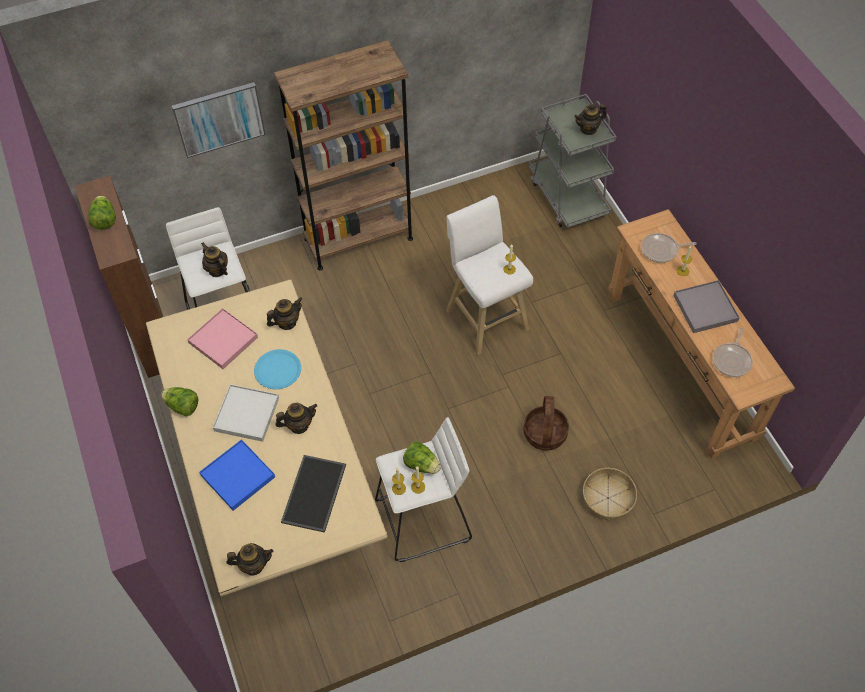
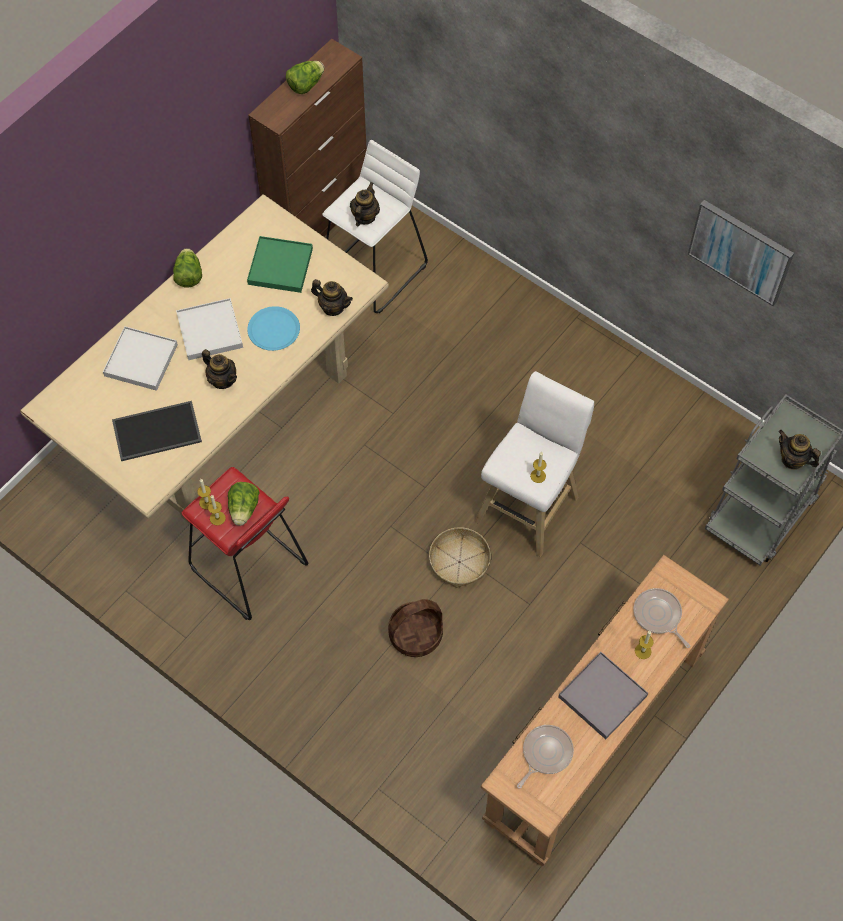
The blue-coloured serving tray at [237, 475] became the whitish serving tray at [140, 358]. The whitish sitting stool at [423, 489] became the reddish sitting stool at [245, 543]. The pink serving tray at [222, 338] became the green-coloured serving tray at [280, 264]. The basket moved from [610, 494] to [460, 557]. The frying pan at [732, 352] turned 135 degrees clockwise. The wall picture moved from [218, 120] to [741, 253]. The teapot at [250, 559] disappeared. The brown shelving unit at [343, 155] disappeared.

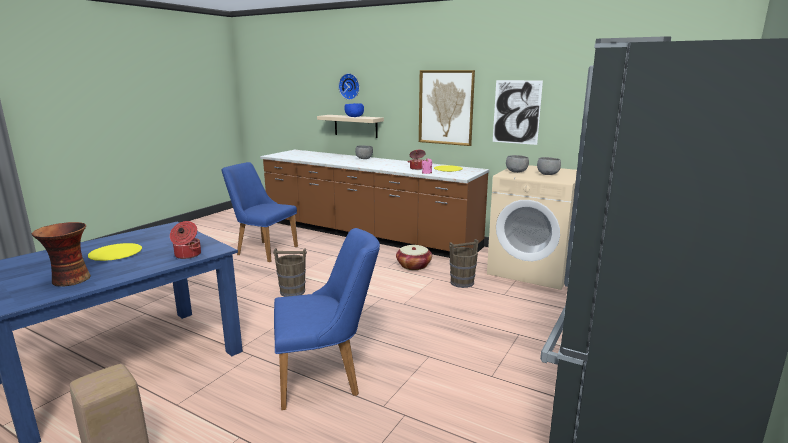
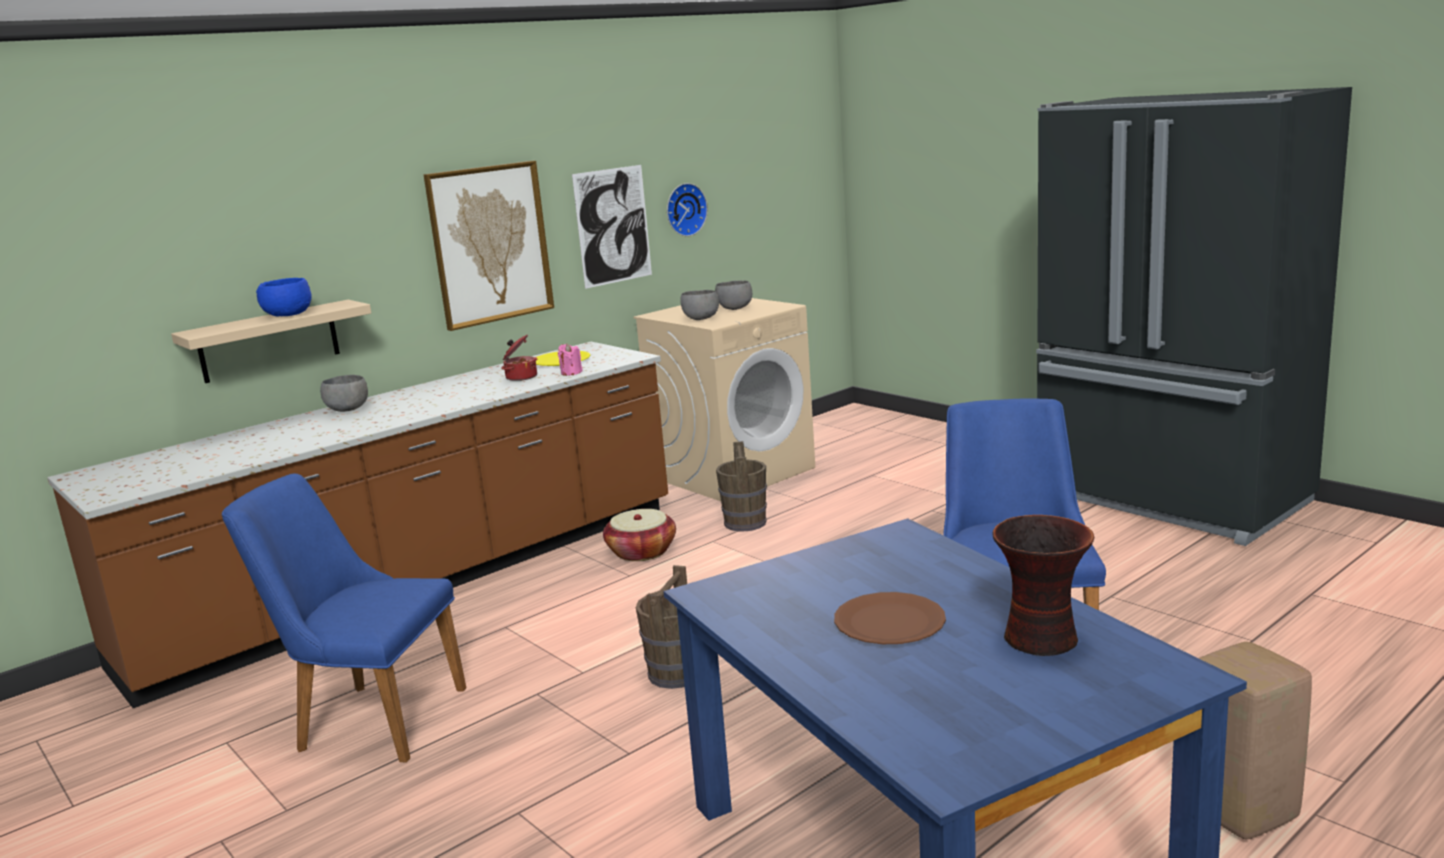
The blue-coloured upright chair at [259, 212] turned 60 degrees clockwise. The hanging clock moved from [349, 86] to [687, 210]. The yellow-coloured plate at [115, 252] became the brown plate at [890, 618]. The saucepot at [185, 240] disappeared.

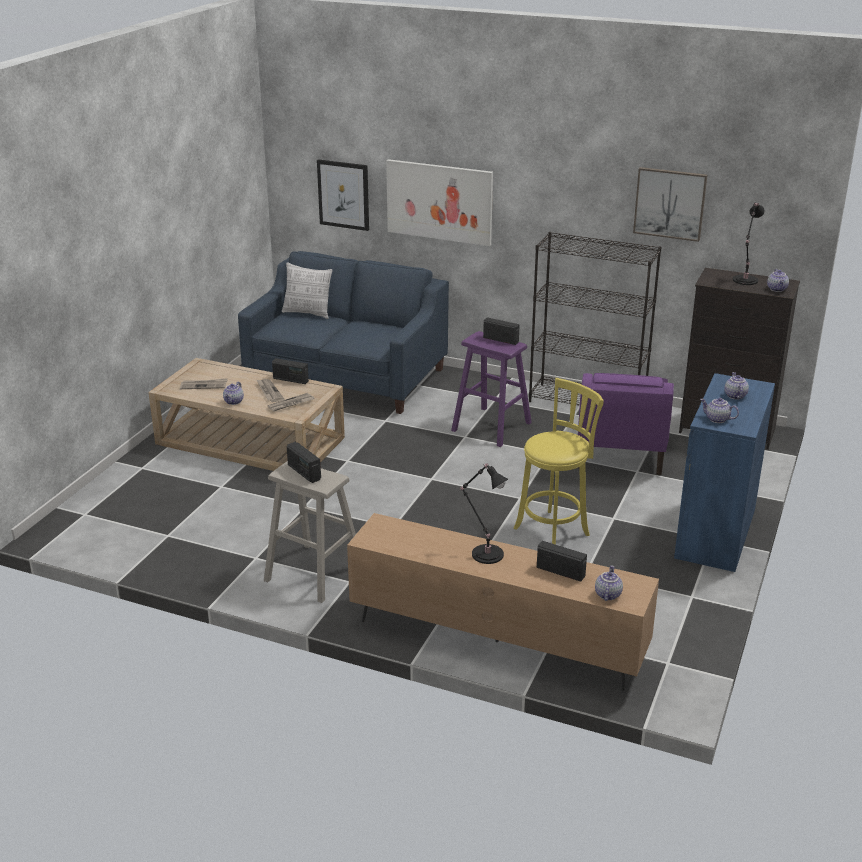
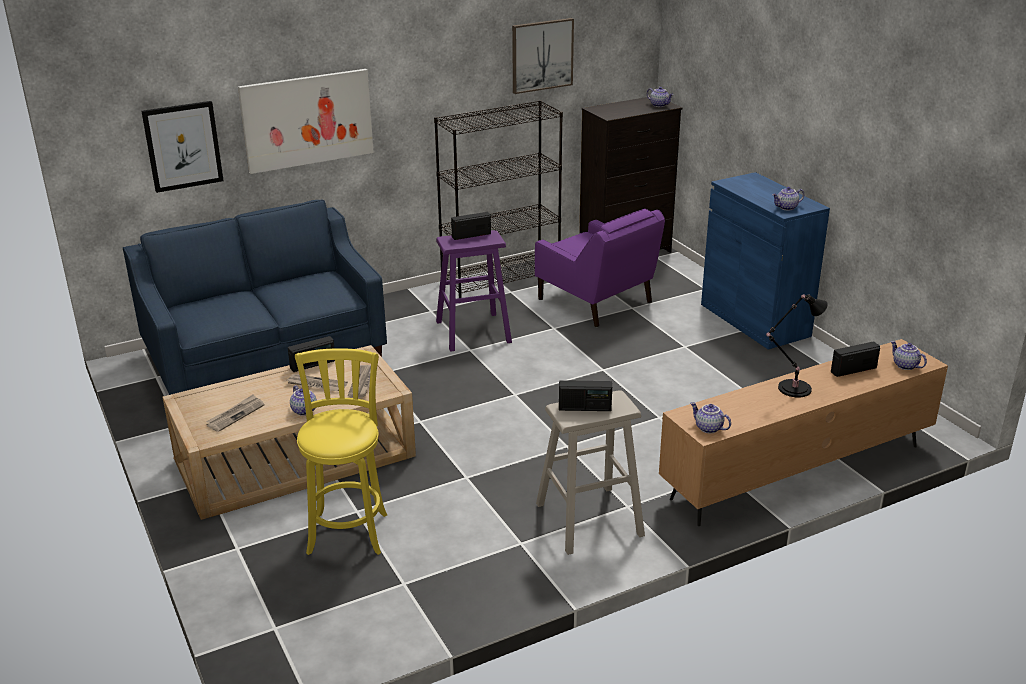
The yellow-coloured sitting stool moved from [559, 461] to [341, 452]. The teapot moved from [736, 385] to [710, 417]. The throw pillow at [307, 290] disappeared. The blackish tabletop lamp at [748, 243] disappeared.

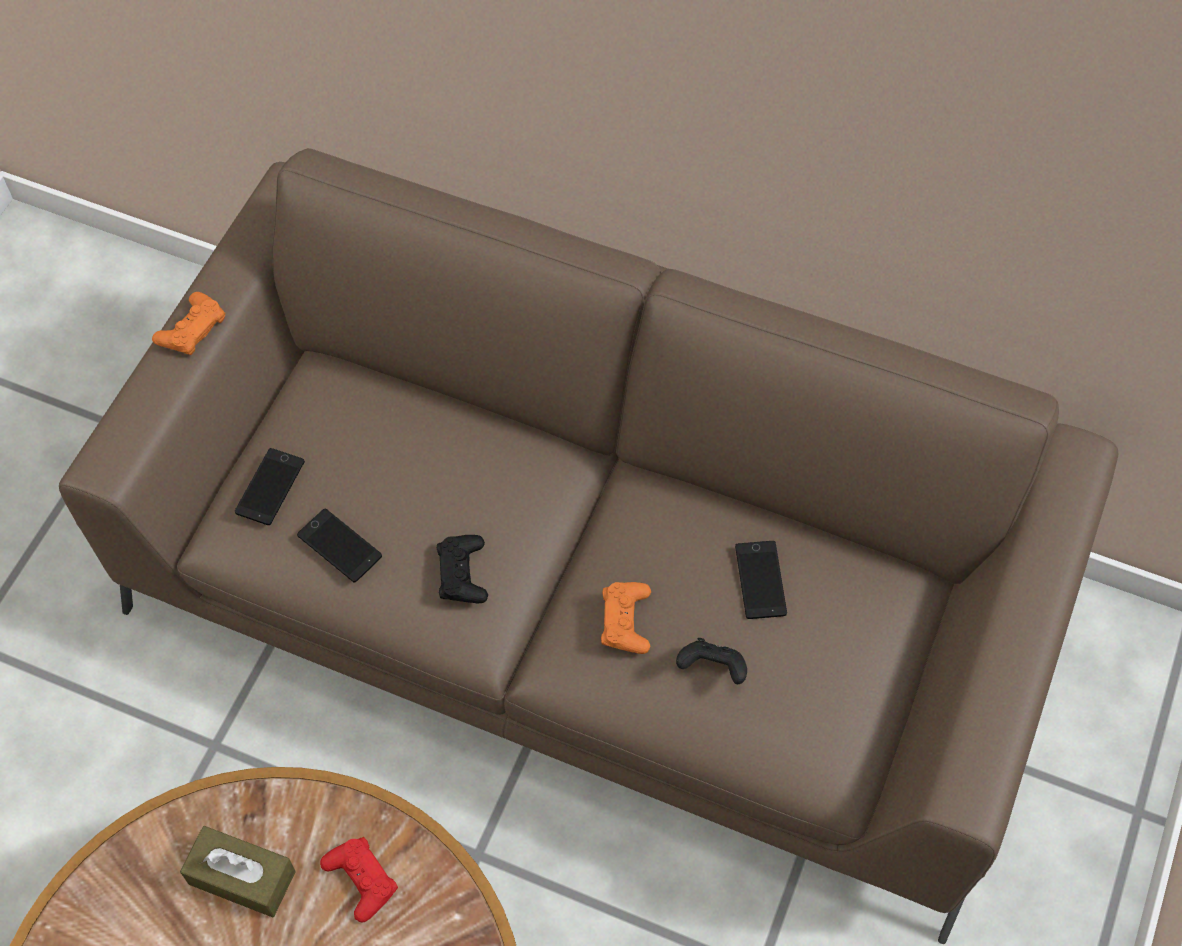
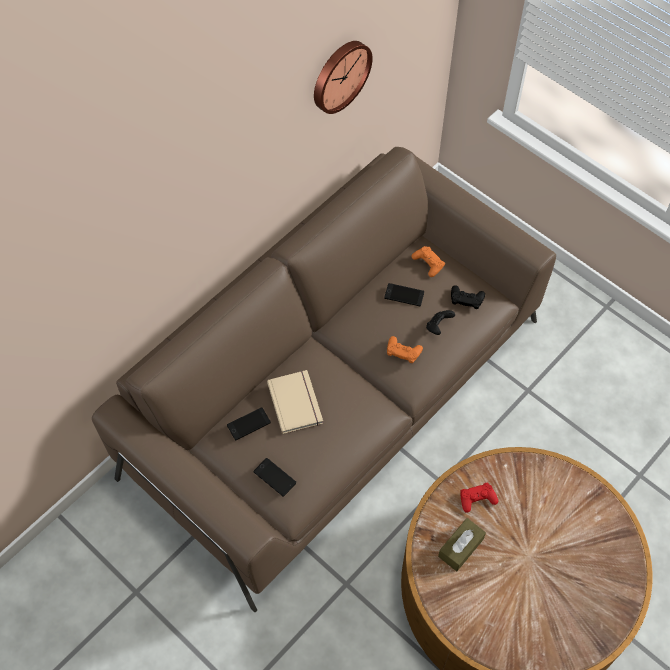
The telephone moved from [339, 545] to [249, 423]. The sand-coloured bound book at [295, 402] appeared. The hanging clock at [343, 77] appeared. The orangey joypad moved from [189, 323] to [428, 261]. The blackish joypad moved from [462, 569] to [468, 297].

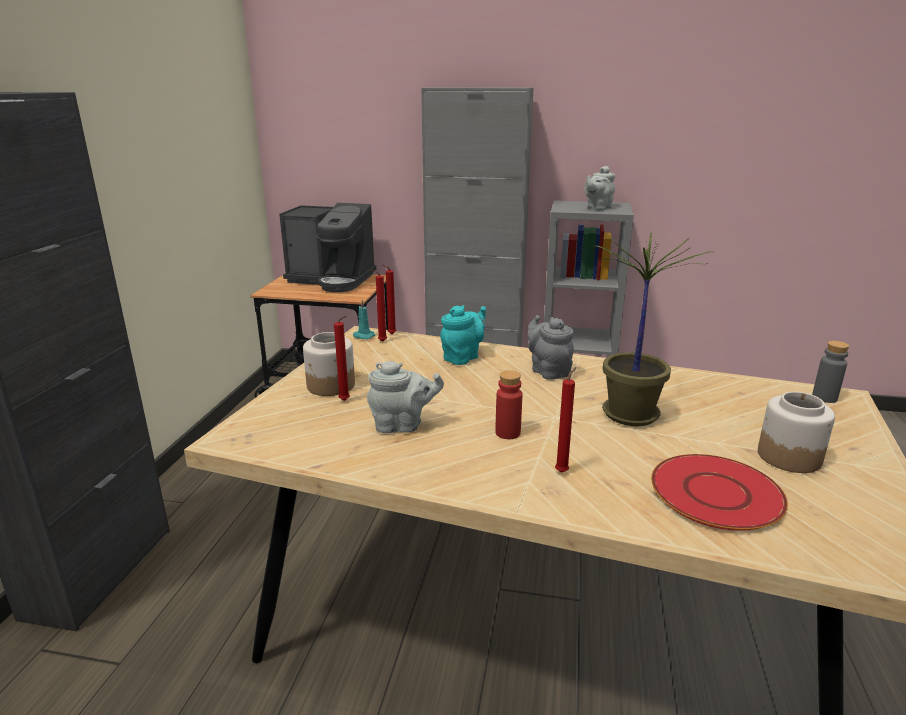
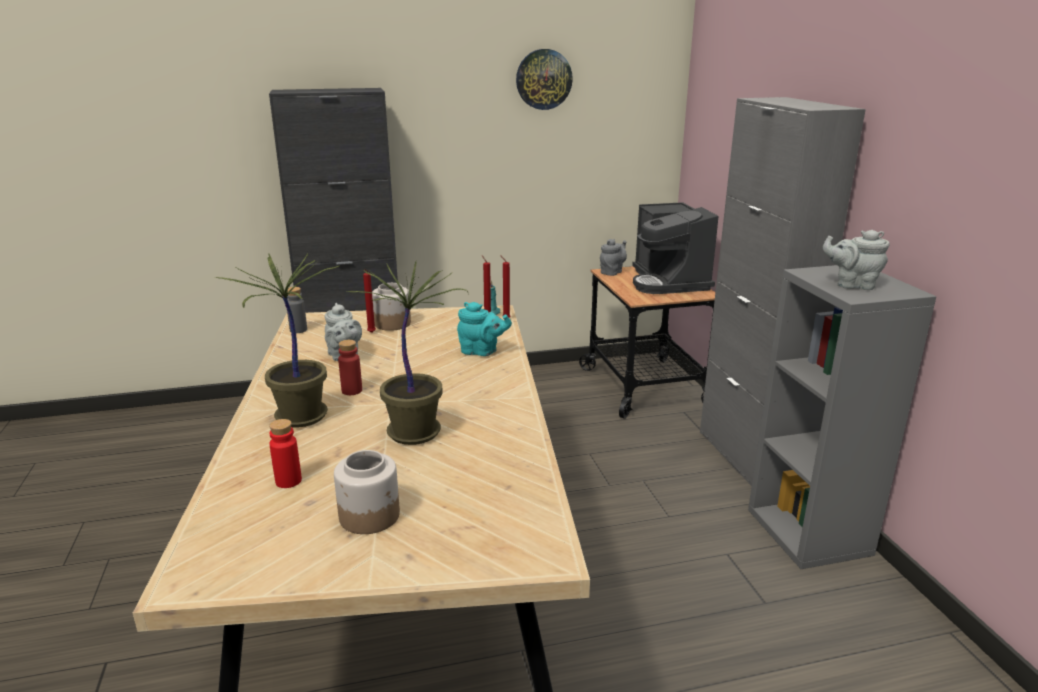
The reddish wax candle at [566, 420] was replaced by the plant in a pot at [277, 341]. The reddish plate at [719, 492] was replaced by the reddish beverage bottle at [285, 453]. The gray beverage bottle moved from [830, 372] to [297, 310]. The hanging clock at [544, 79] appeared. The gray teapot moved from [550, 347] to [613, 257].

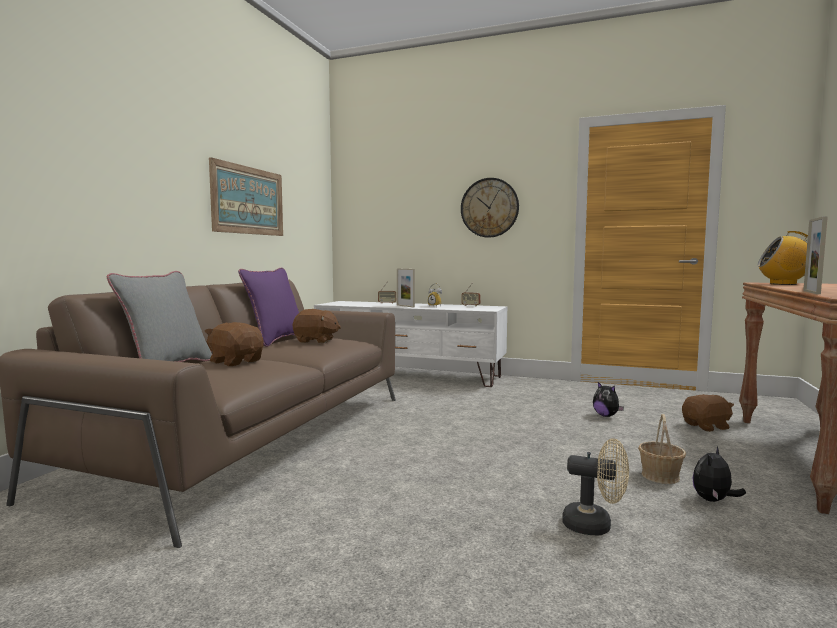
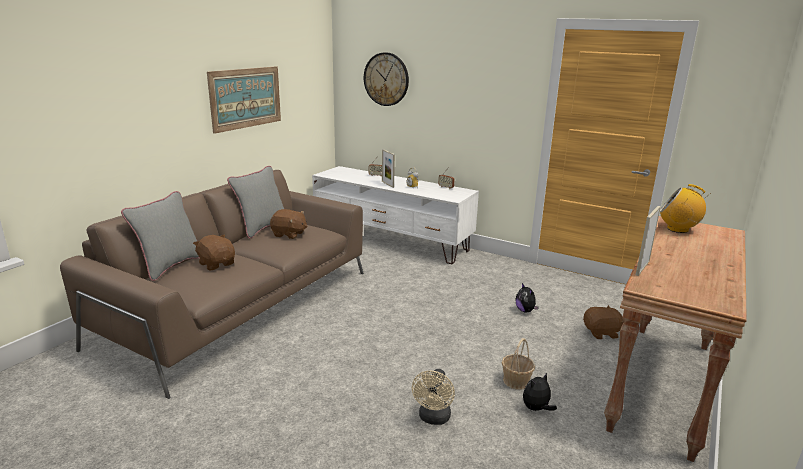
The purple throw pillow at [268, 307] became the gray throw pillow at [255, 202]. The hanging clock moved from [490, 208] to [386, 79]. The sand-coloured electric fan at [595, 487] turned 75 degrees clockwise.

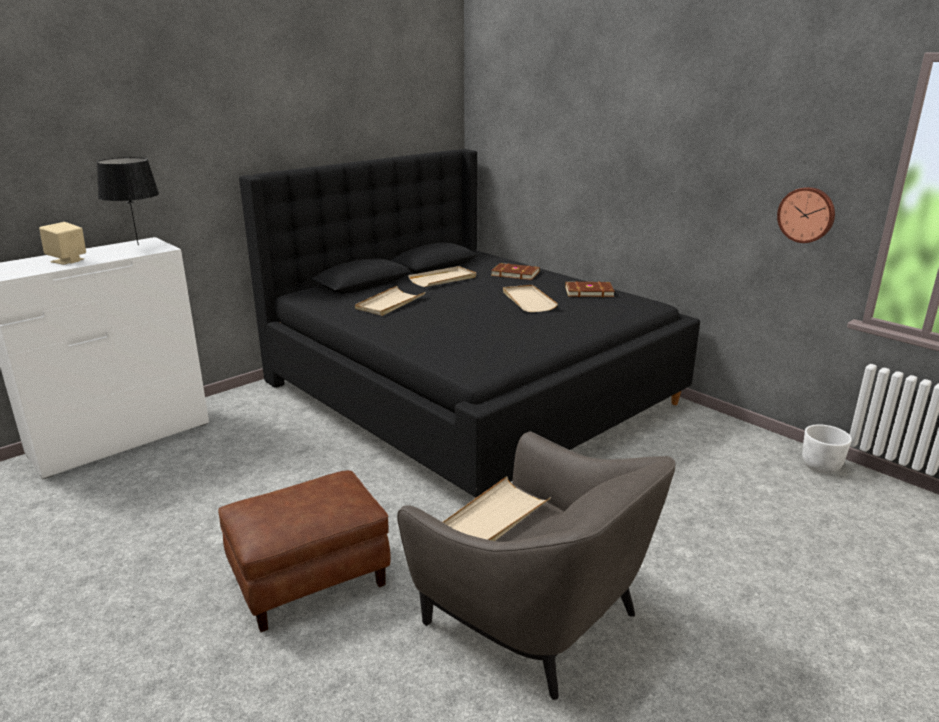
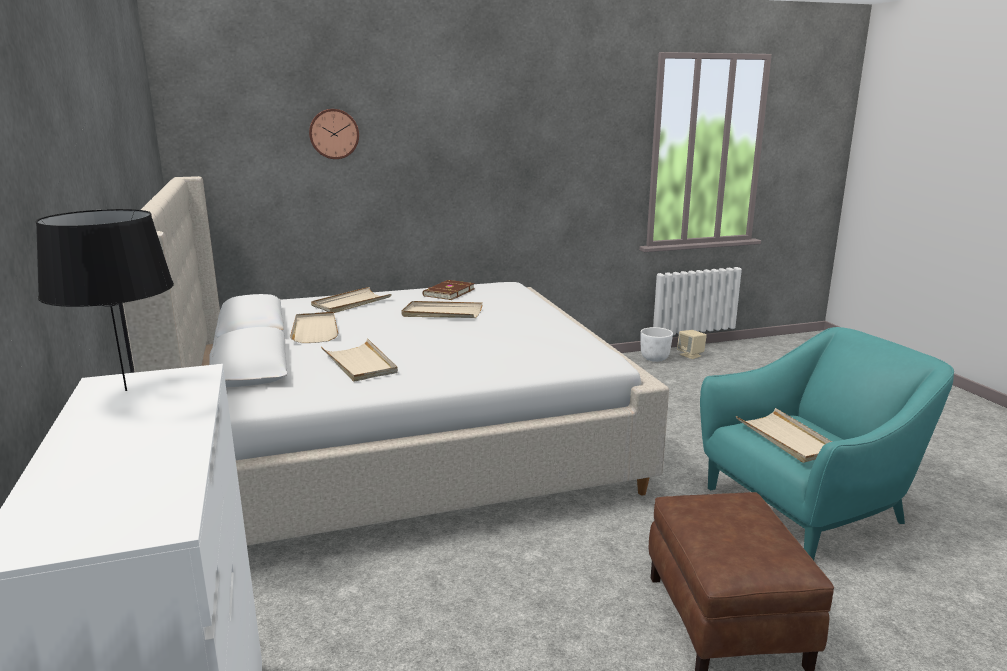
The blackish bedroom bed at [469, 323] became the sand-coloured bedroom bed at [394, 361]. The hanging clock moved from [806, 215] to [334, 134]. The brown bound book at [515, 271] was replaced by the sand-coloured serving tray at [351, 300]. The sand-coloured audio speaker moved from [62, 243] to [692, 344]. The gray easy chair at [536, 566] became the turquoise easy chair at [827, 443].

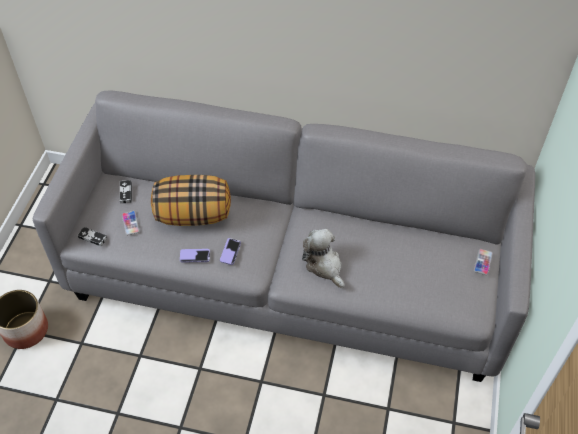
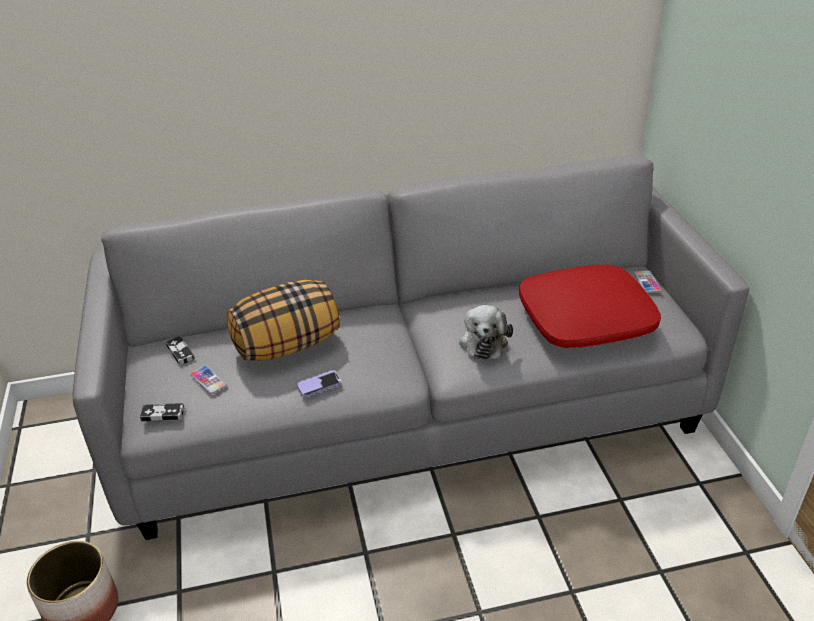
The cuddly toy at [323, 259] turned 120 degrees counterclockwise. The reddish throw pillow at [590, 306] appeared. The telephone at [230, 251] disappeared.

